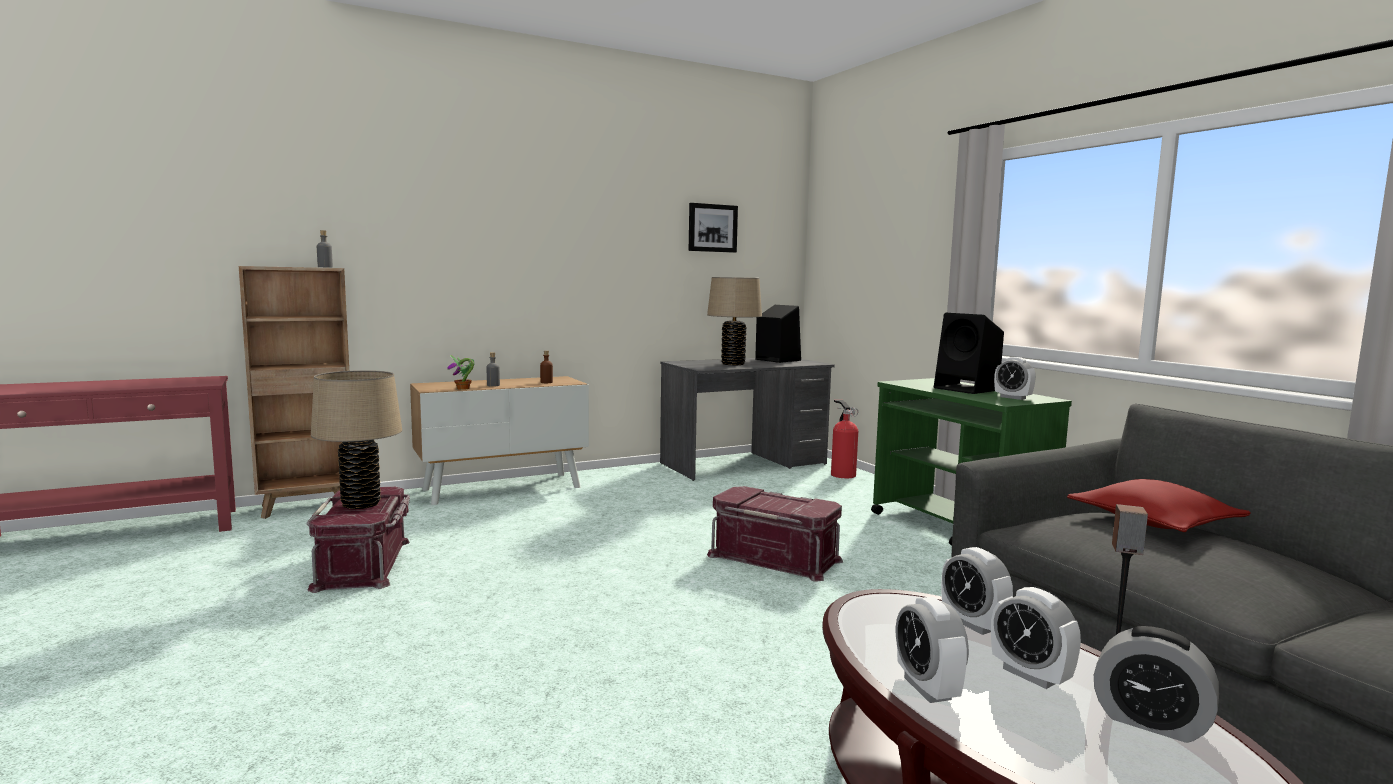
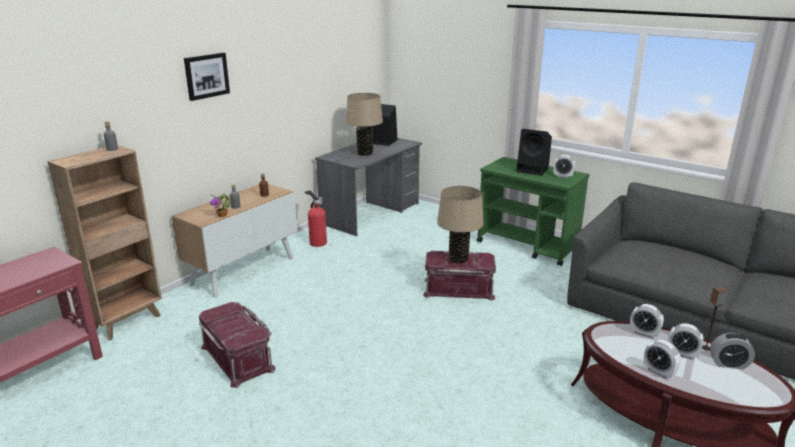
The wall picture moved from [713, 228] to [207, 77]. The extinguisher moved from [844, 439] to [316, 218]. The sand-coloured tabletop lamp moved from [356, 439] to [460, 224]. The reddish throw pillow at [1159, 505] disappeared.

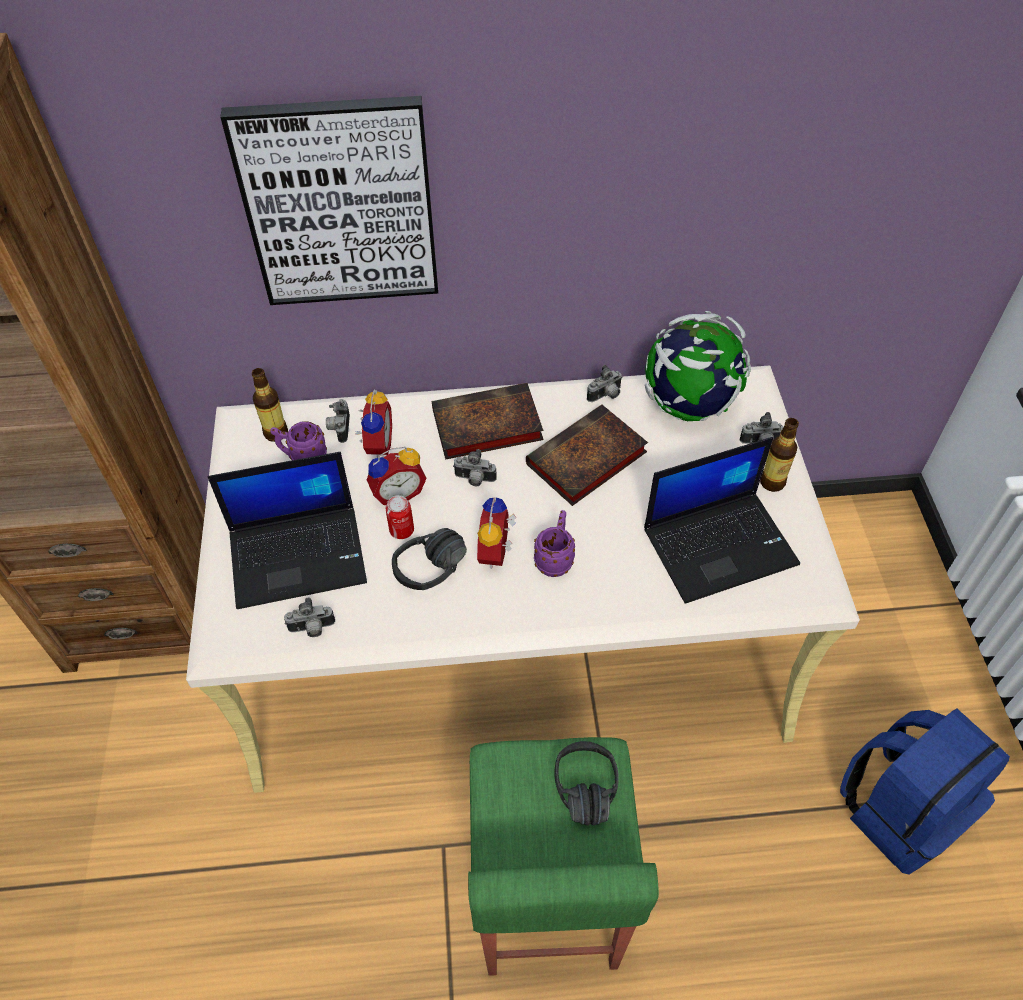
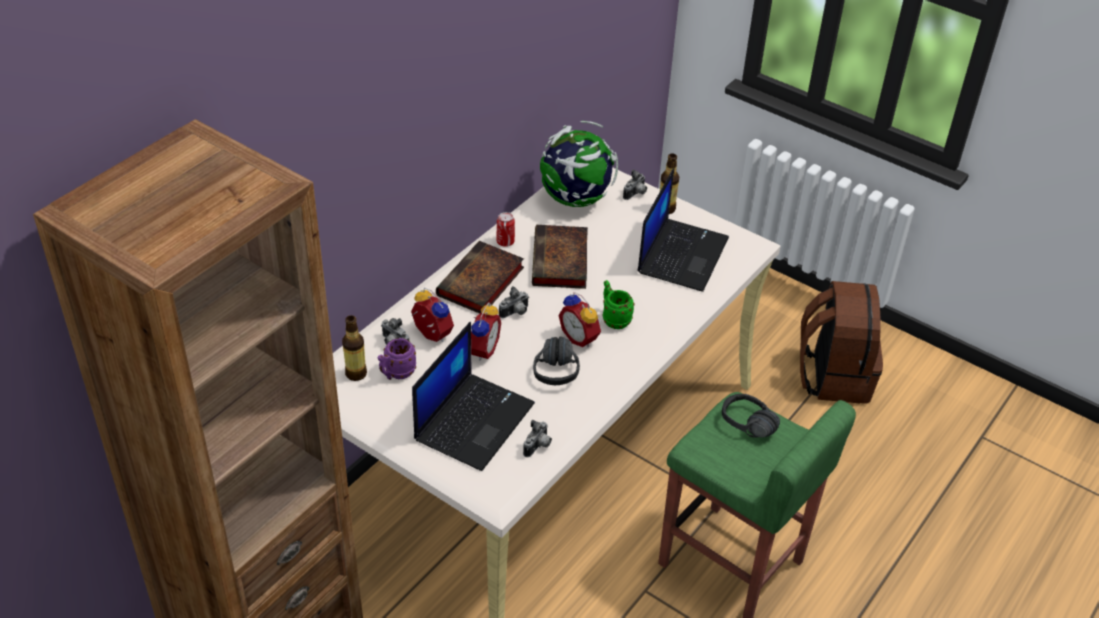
The sealed can moved from [400, 517] to [506, 229]. The purple coffee mug at [554, 543] became the green-coloured coffee mug at [618, 304]. The blue-coloured backpack at [925, 791] became the brown backpack at [841, 342]. The wall picture at [329, 200] disappeared. The still camera at [604, 383] disappeared.

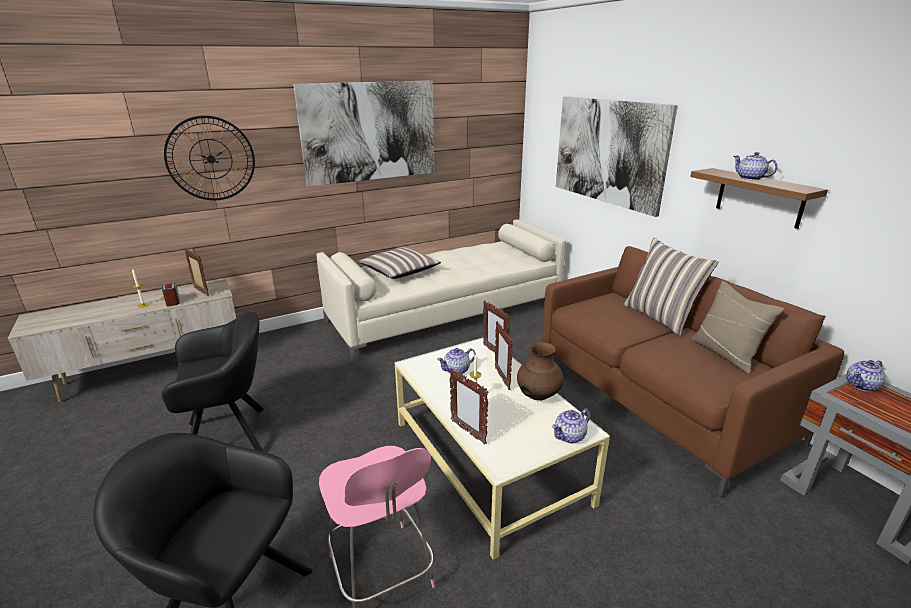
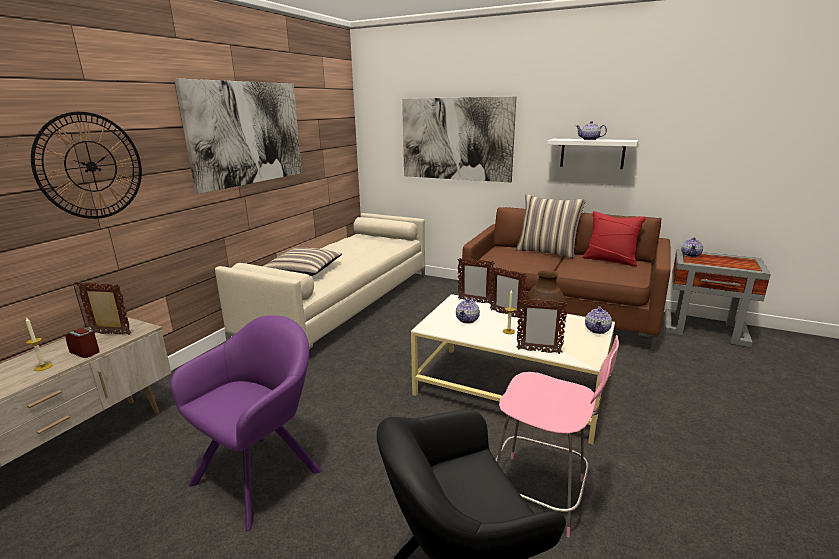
The blackish easy chair at [213, 381] became the purple easy chair at [246, 423]. The brown bracket shelf at [759, 198] became the whitish bracket shelf at [593, 154]. The sand-coloured throw pillow at [738, 327] became the reddish throw pillow at [614, 238].

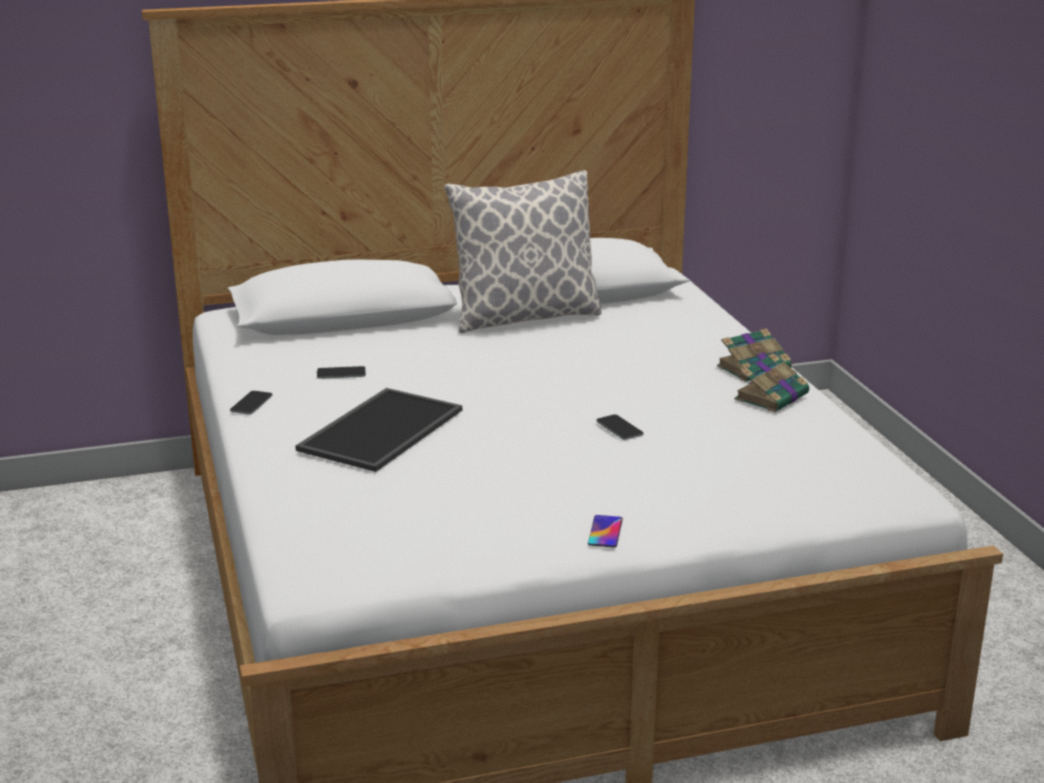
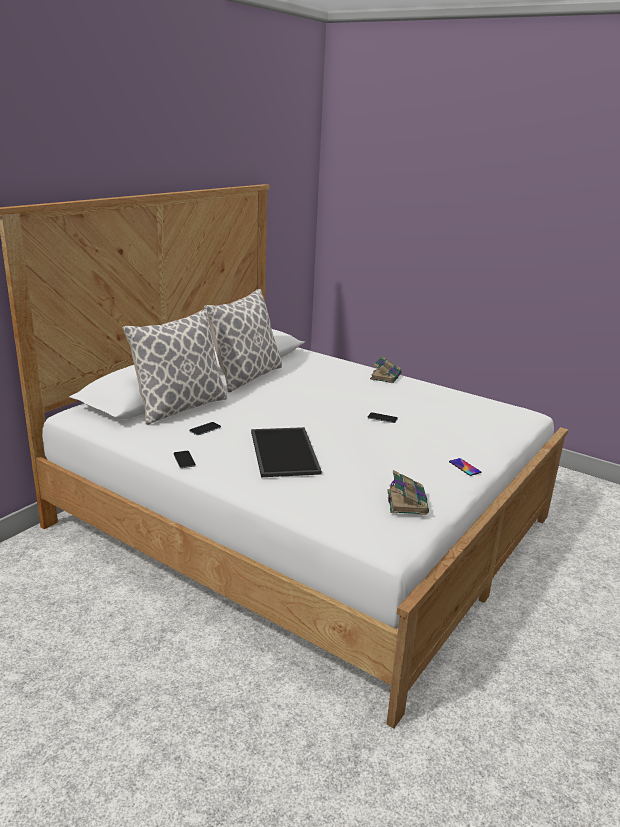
The throw pillow at [174, 367] appeared. The bound book moved from [772, 382] to [408, 492].

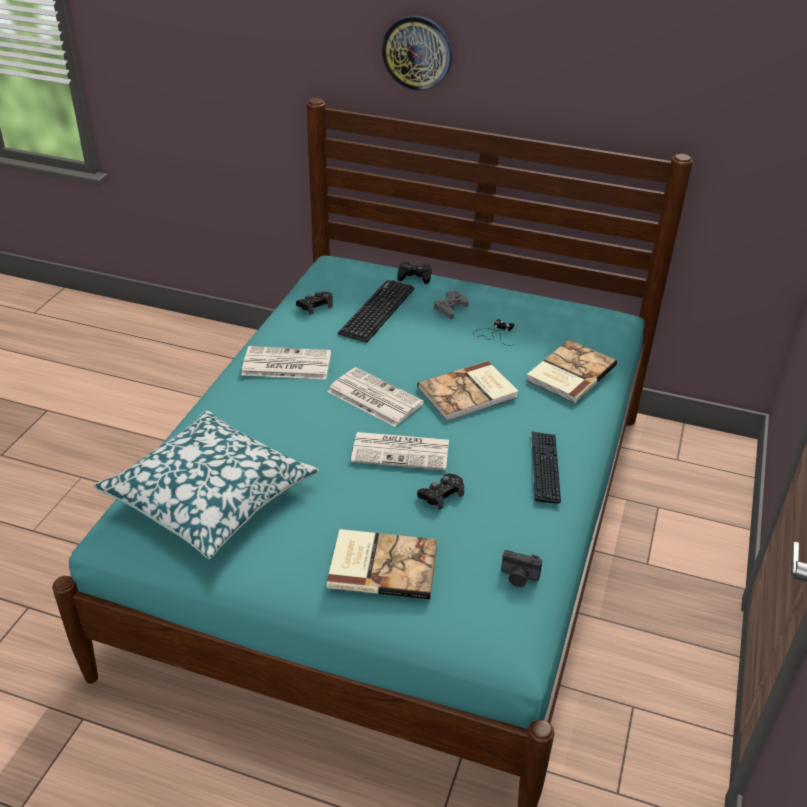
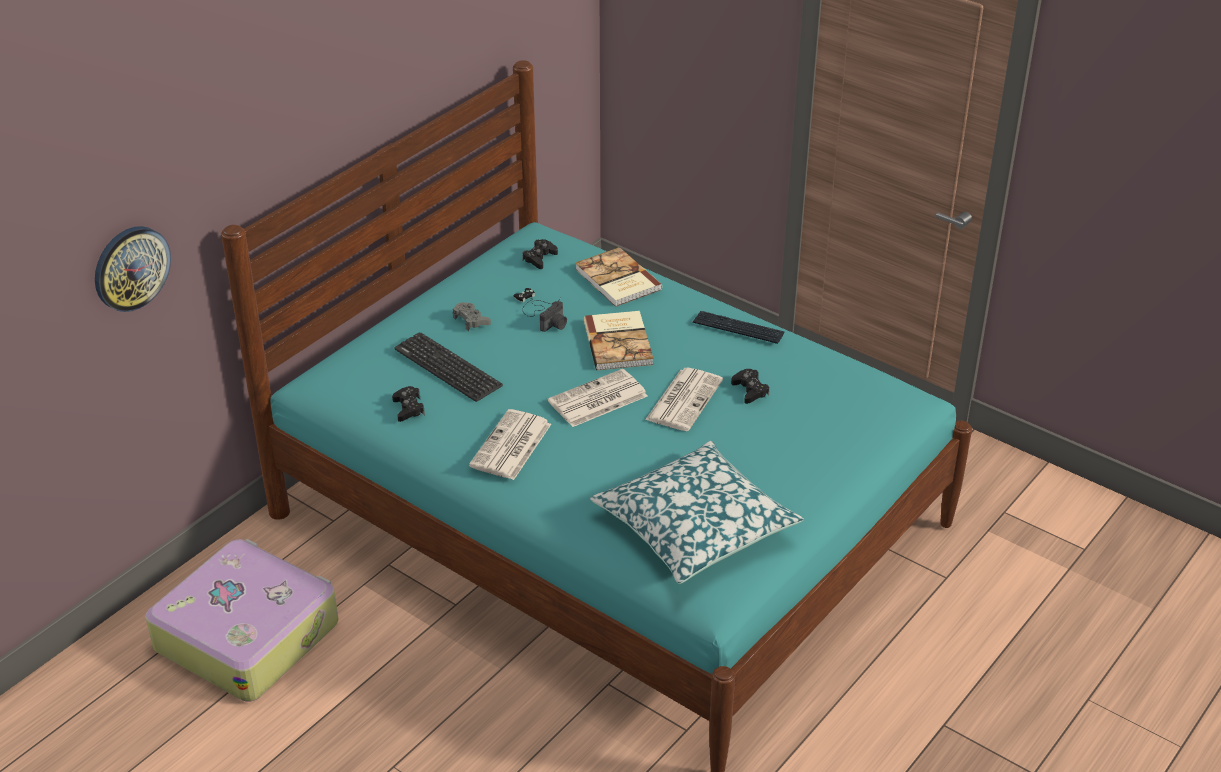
The hanging clock moved from [417, 53] to [133, 269]. The suitcase at [241, 620] appeared. The blackish joypad moved from [414, 273] to [540, 254]. The still camera moved from [521, 568] to [553, 316]. The bound book at [382, 564] disappeared.

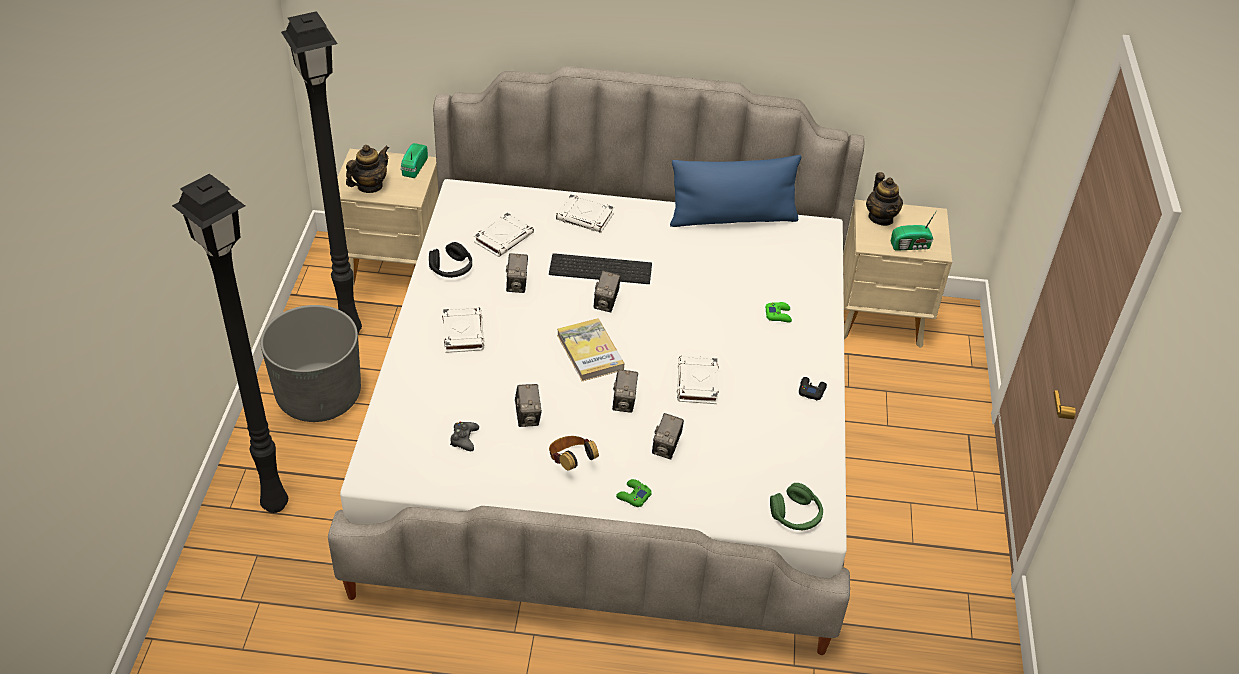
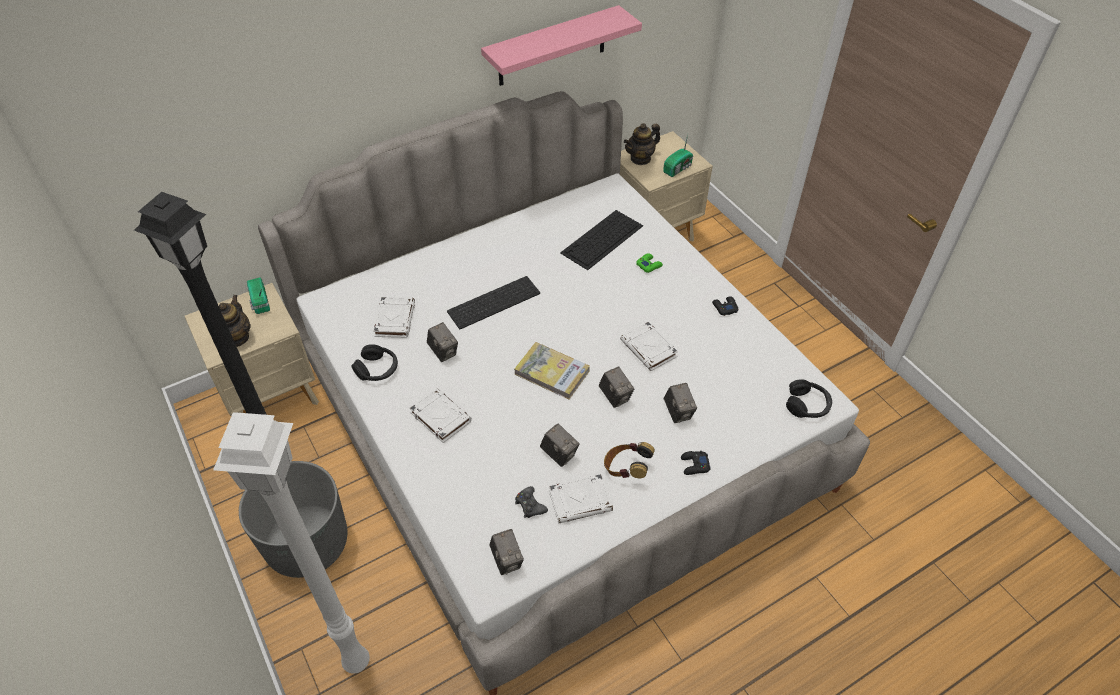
The blackish standard lamp at [230, 343] became the whitish standard lamp at [291, 542]. The pink bracket shelf at [561, 45] appeared. The still camera moved from [607, 291] to [506, 552]. The whitish bound book moved from [585, 213] to [581, 498]. The computer keyboard at [601, 240] appeared. The teapot at [884, 199] turned 105 degrees clockwise. The green-coloured joypad at [634, 493] became the blackish joypad at [696, 463]. The green-coloured headphones at [796, 506] became the blackish headphones at [809, 398]. The blue-coloured throw pillow at [735, 191] disappeared.

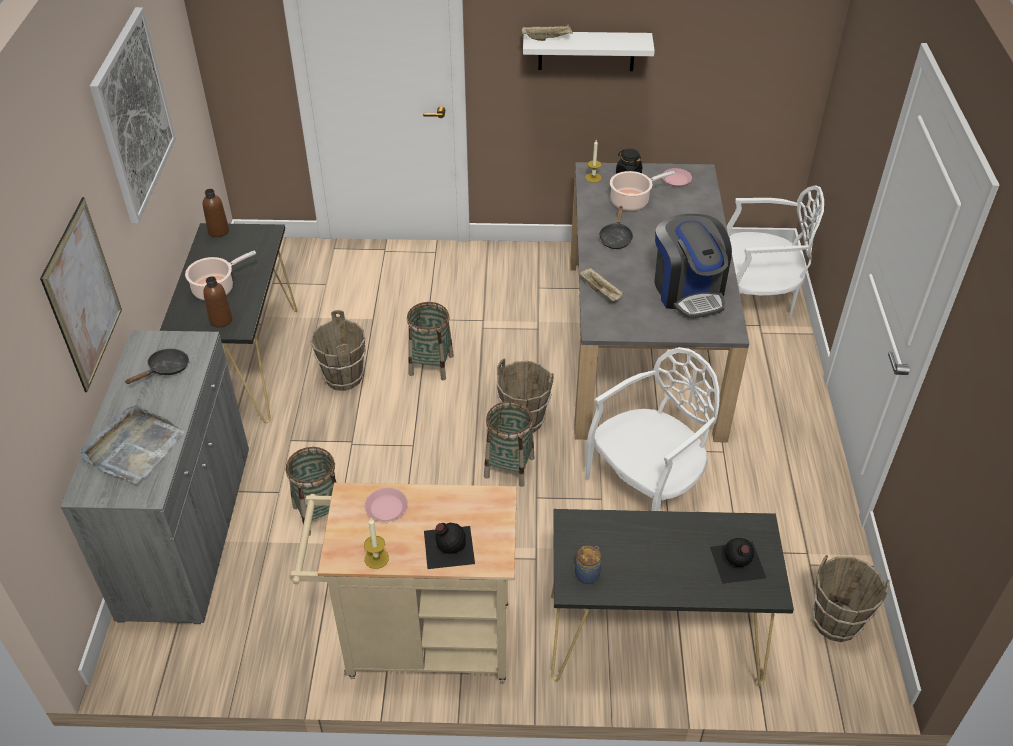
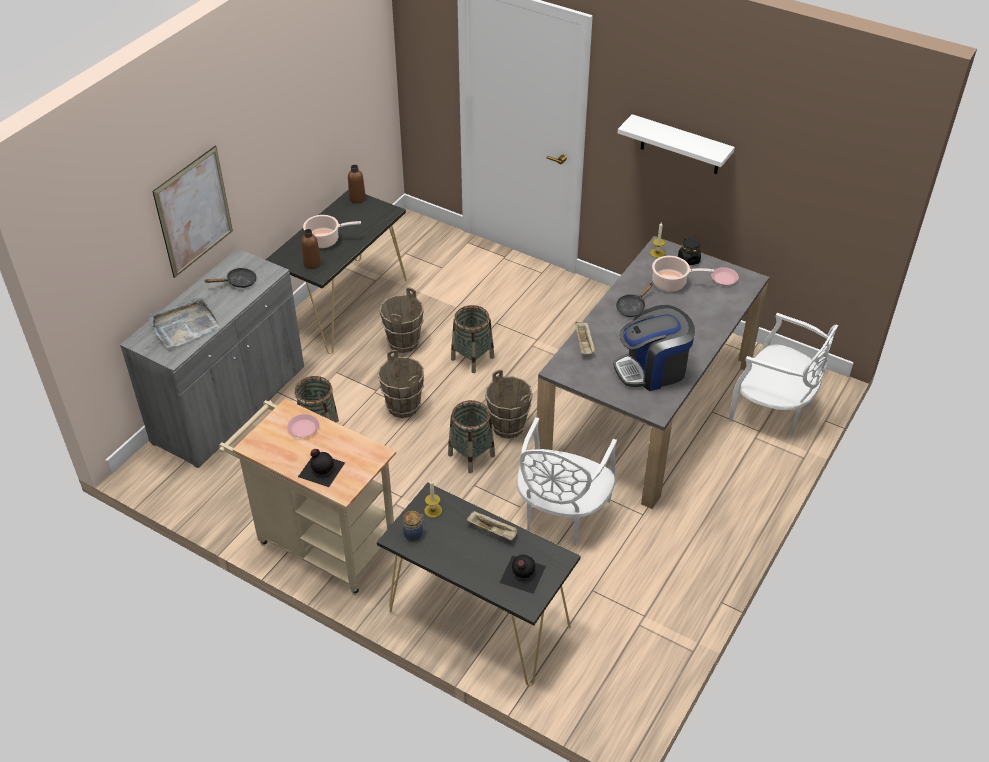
The brown water bucket moved from [851, 598] to [400, 384]. The wax candle moved from [376, 544] to [433, 498]. The sand-coloured serving tray moved from [547, 32] to [492, 526]. The whitish upright chair at [652, 429] turned 120 degrees clockwise. The coffee maker at [693, 266] turned 60 degrees clockwise. The wall picture at [133, 115] disappeared.

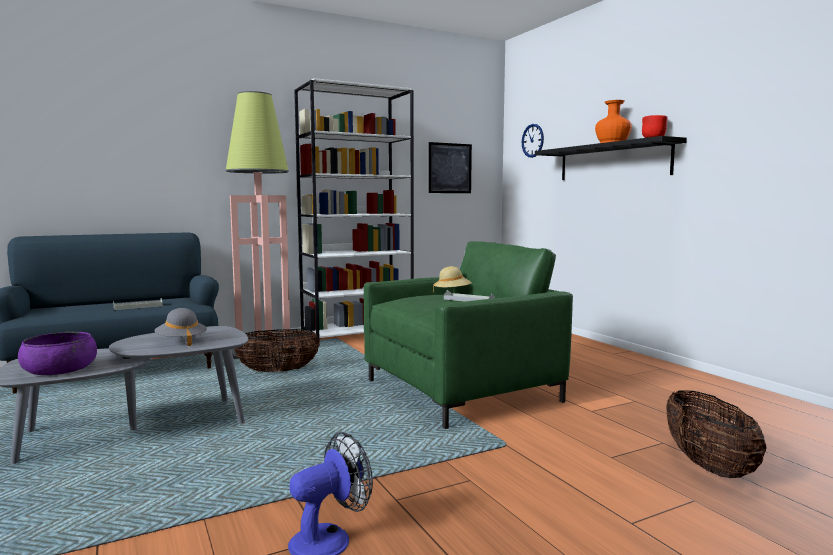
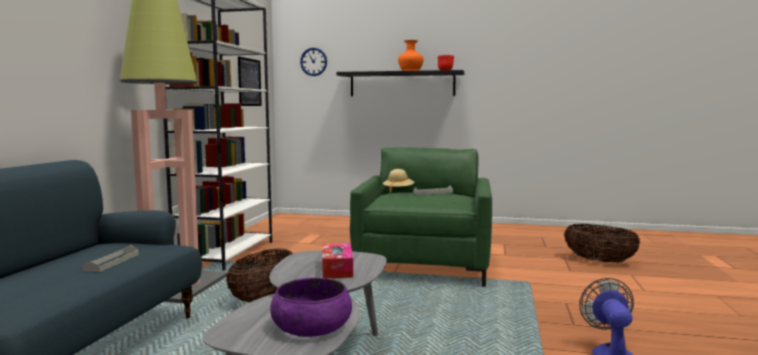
The gray hat at [180, 327] was replaced by the tissue box at [337, 260].

